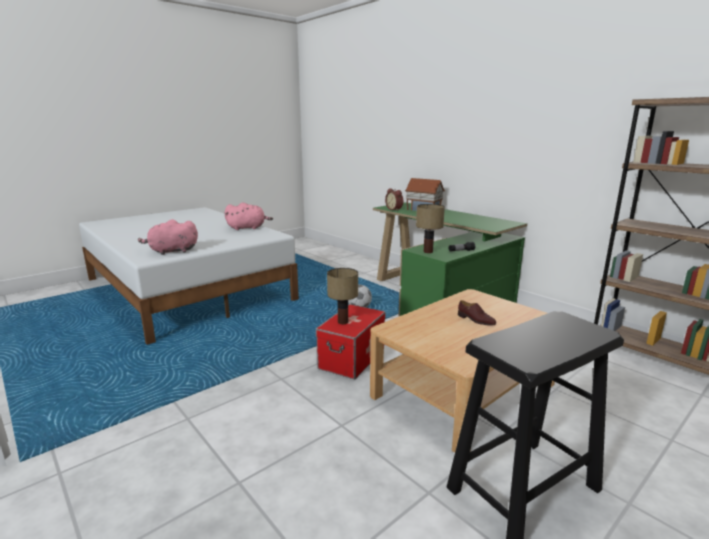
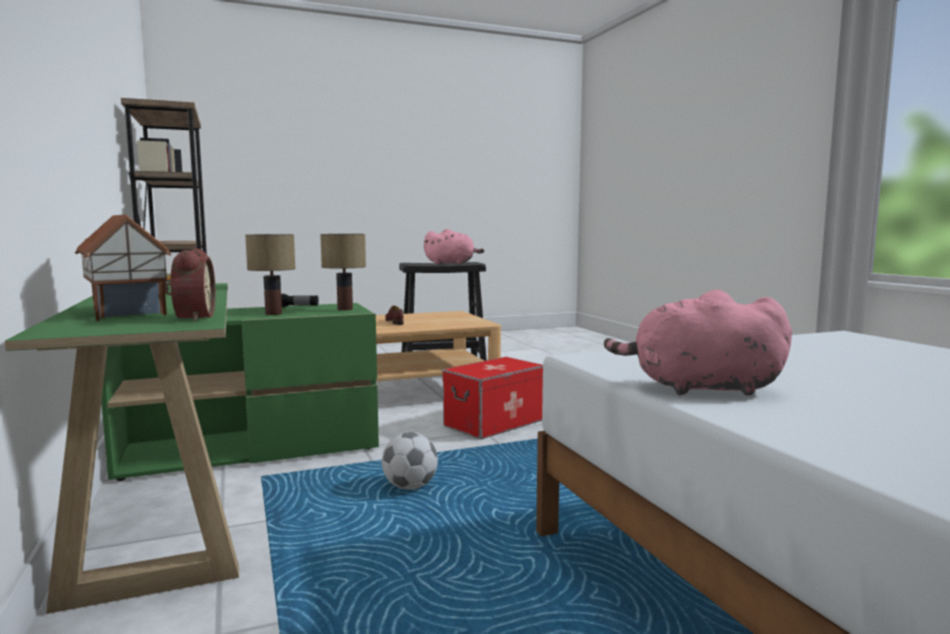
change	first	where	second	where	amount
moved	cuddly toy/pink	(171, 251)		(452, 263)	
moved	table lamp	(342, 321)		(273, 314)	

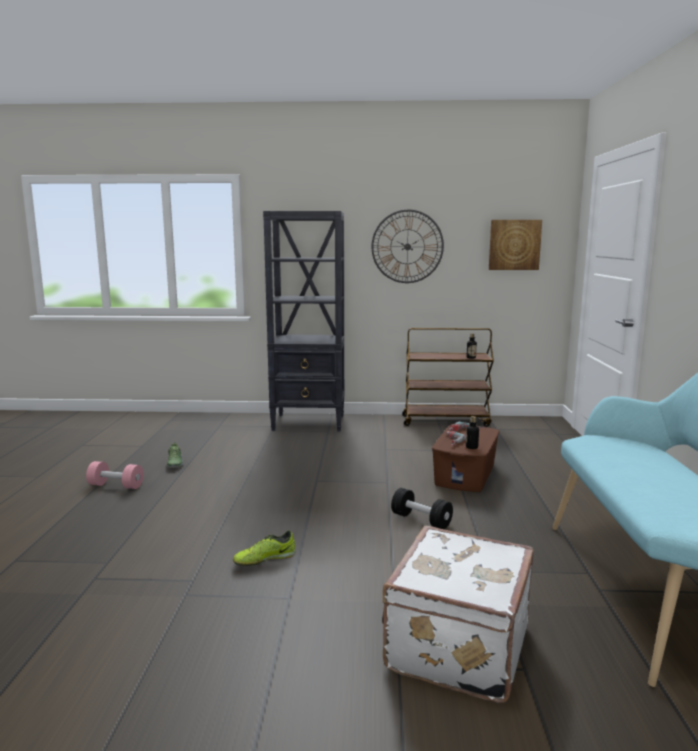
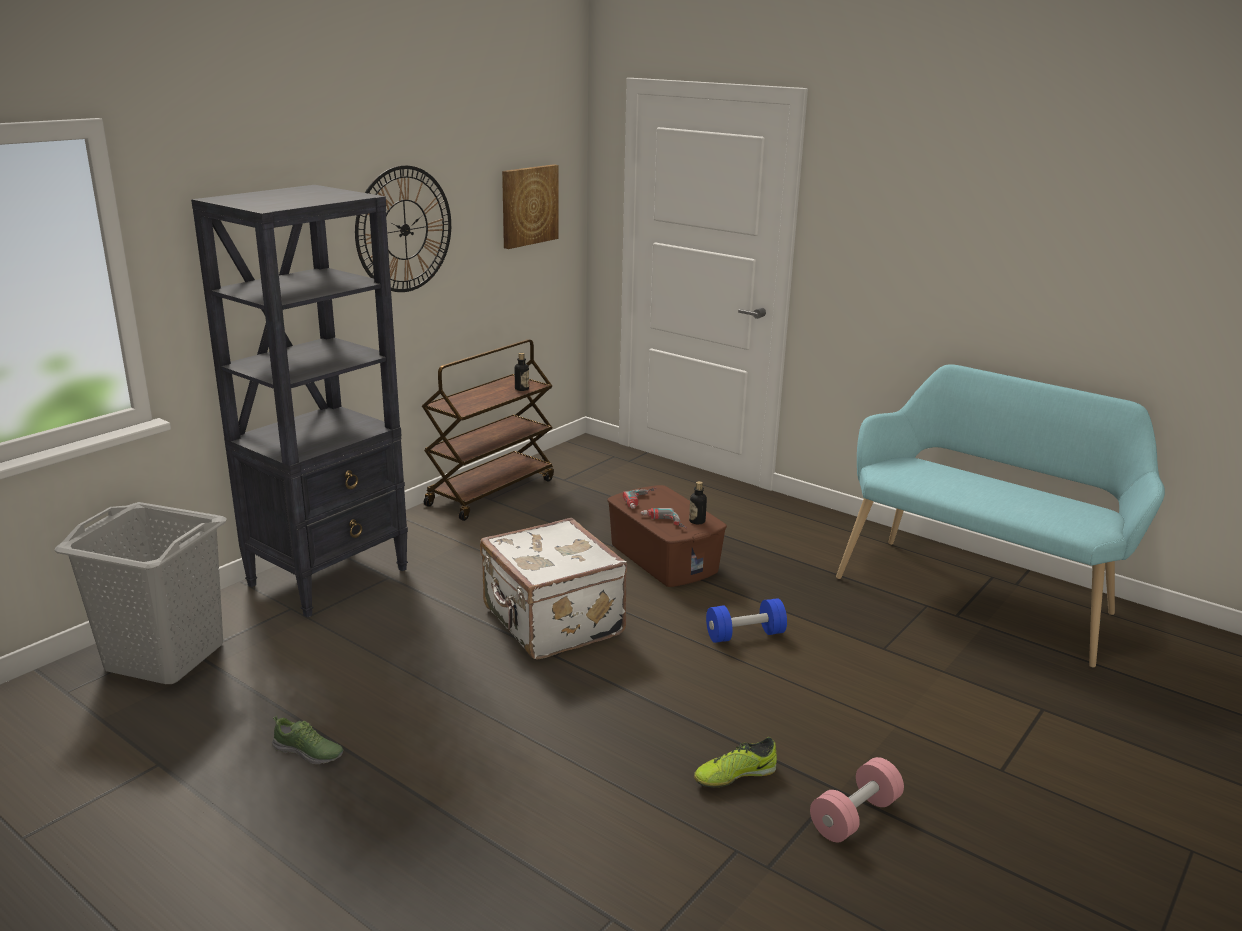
change	first	where	second	where	amount
moved	free weight/pink	(116, 486)		(855, 816)	
turned	low shoe	(264, 559)		(734, 775)	60 degrees clockwise
moved	travel case/white	(455, 646)		(551, 622)	
recoloured	free weight/black	(421, 520)	free weight/blue	(745, 635)	
added			hamper/gray	(165, 656)	

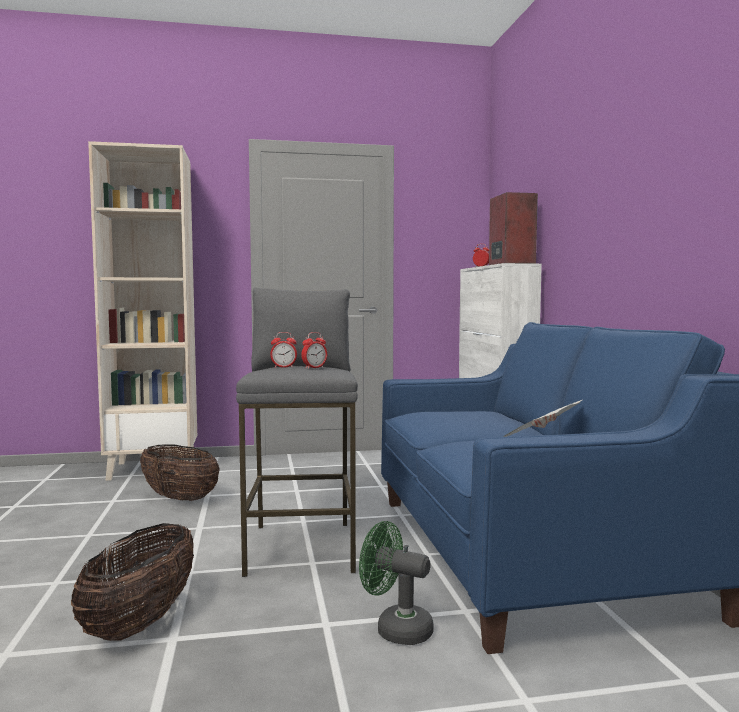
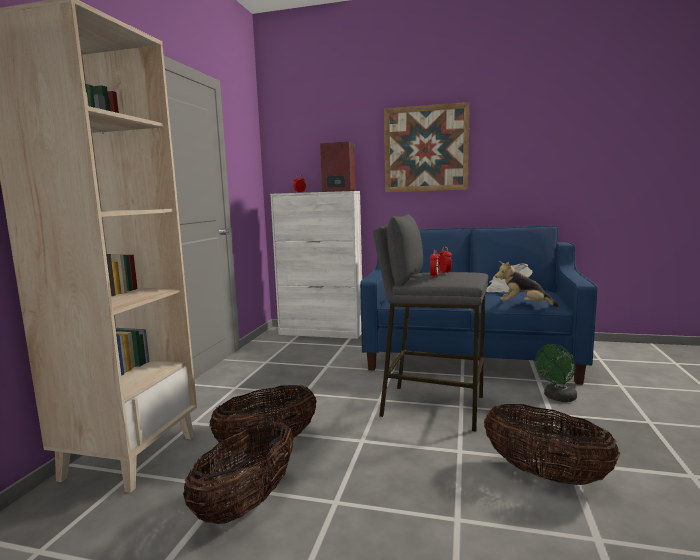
change	first	where	second	where	amount
added			basket	(247, 503)	
added			wall art	(426, 149)	
added			cuddly toy	(523, 306)	

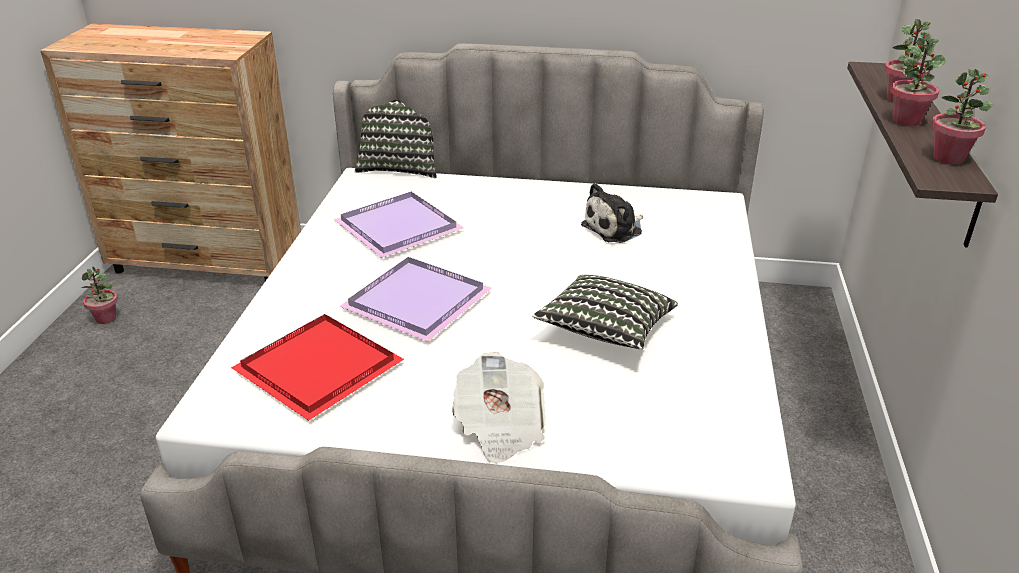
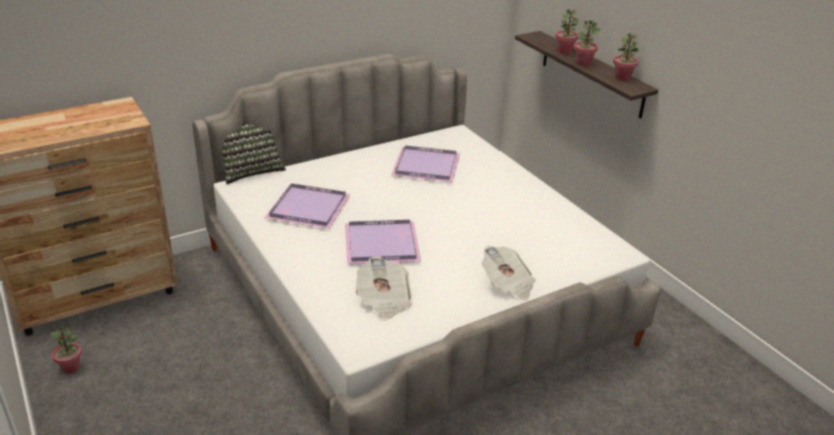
change	first	where	second	where	amount
replaced	serving tray/red-coloured	(318, 370)	newspaper	(383, 301)	
removed	throw pillow	(605, 330)			
replaced	cuddly toy	(615, 229)	serving tray/purple-coloured	(427, 166)	

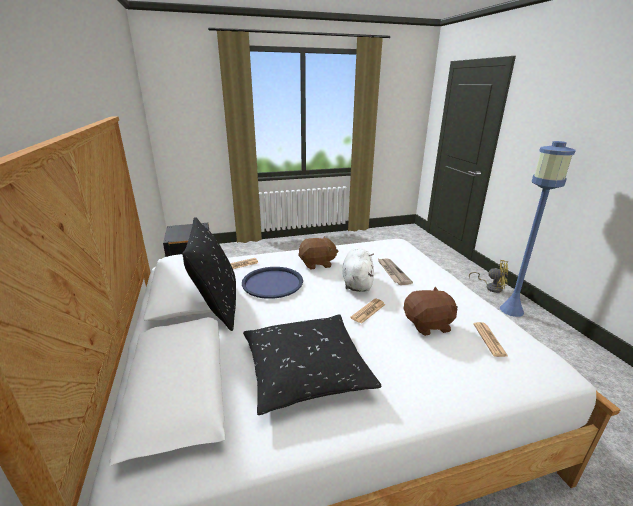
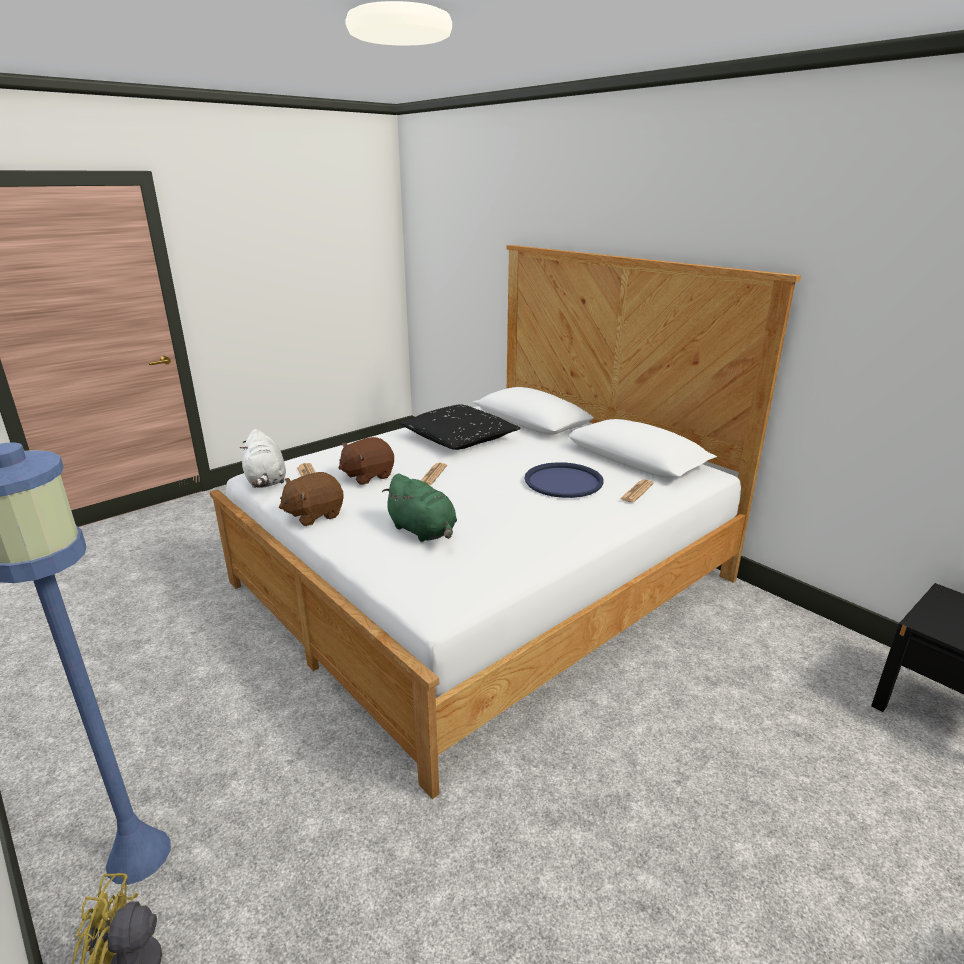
change	first	where	second	where	amount
removed	throw pillow/black	(217, 307)			
moved	cuddly toy/brown	(317, 264)		(314, 515)	
moved	cuddly toy/white	(357, 282)		(266, 481)	
replaced	newspaper	(392, 272)	cuddly toy/greenish	(423, 531)	

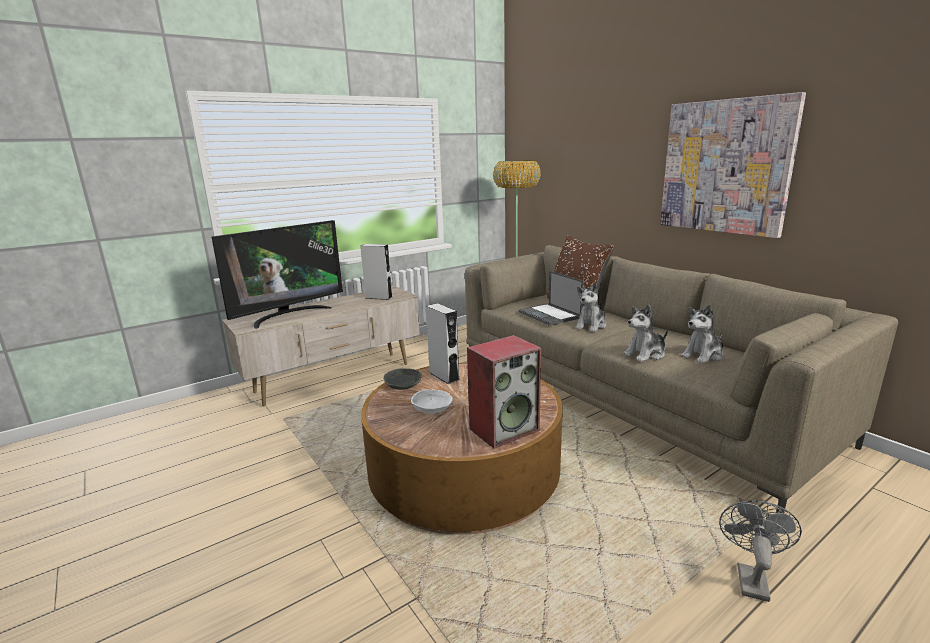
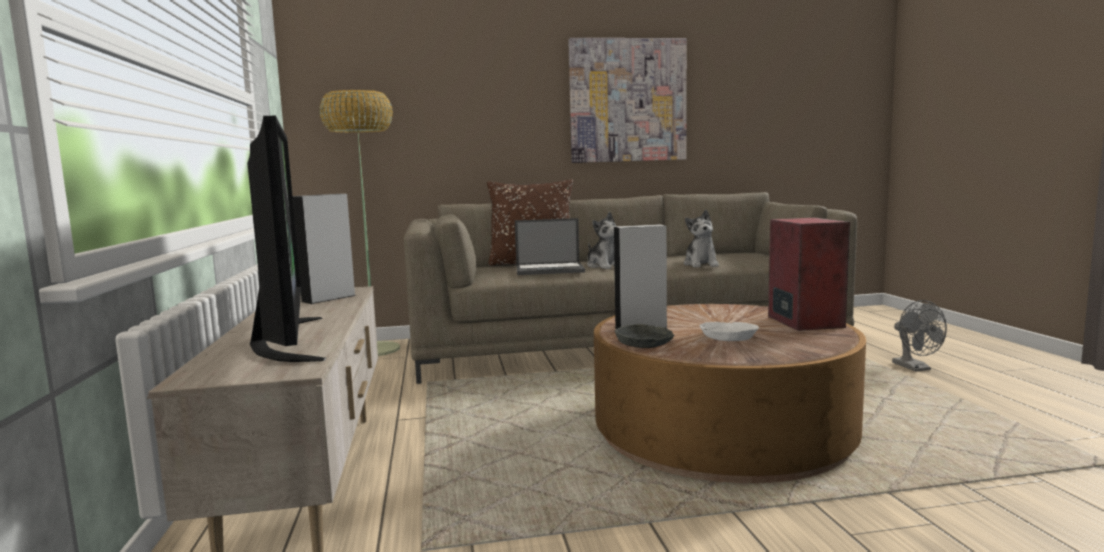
change	first	where	second	where	amount
removed	cuddly toy	(703, 355)			
turned	fan/gray	(750, 577)		(915, 368)	150 degrees counterclockwise

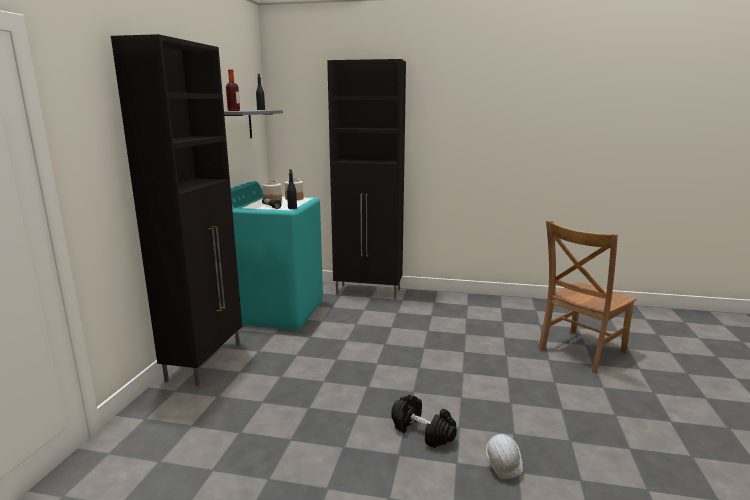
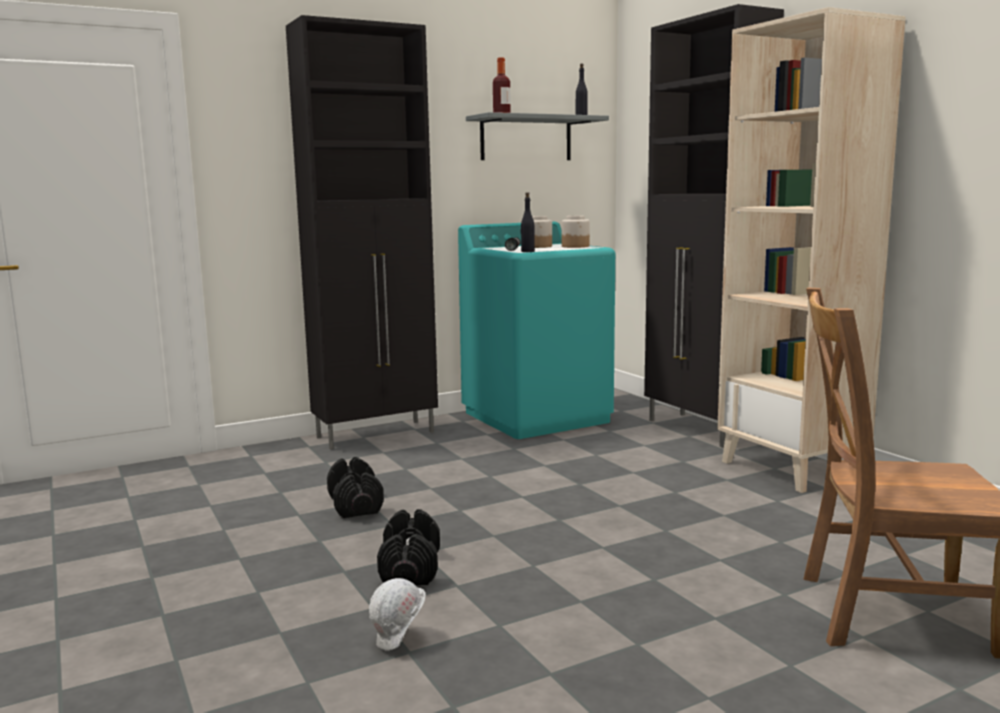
change	first	where	second	where	amount
added			free weight/black	(355, 505)	
added			shelving unit/beige	(792, 469)	

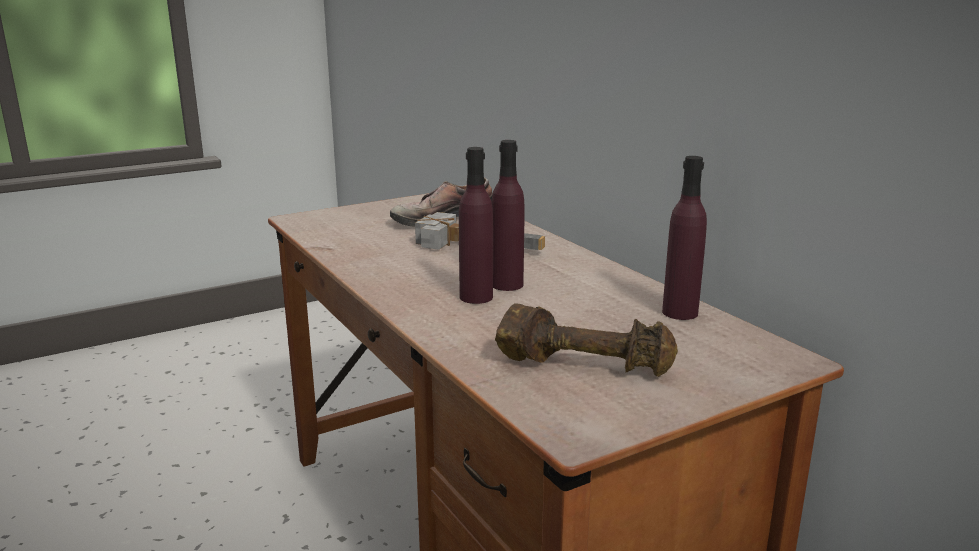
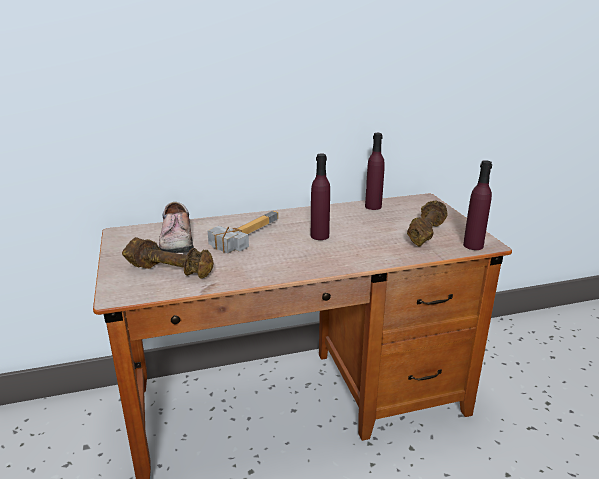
change	first	where	second	where	amount
moved	bottle/purple-coloured	(476, 297)		(473, 245)	
added			free weight/brown	(171, 270)	

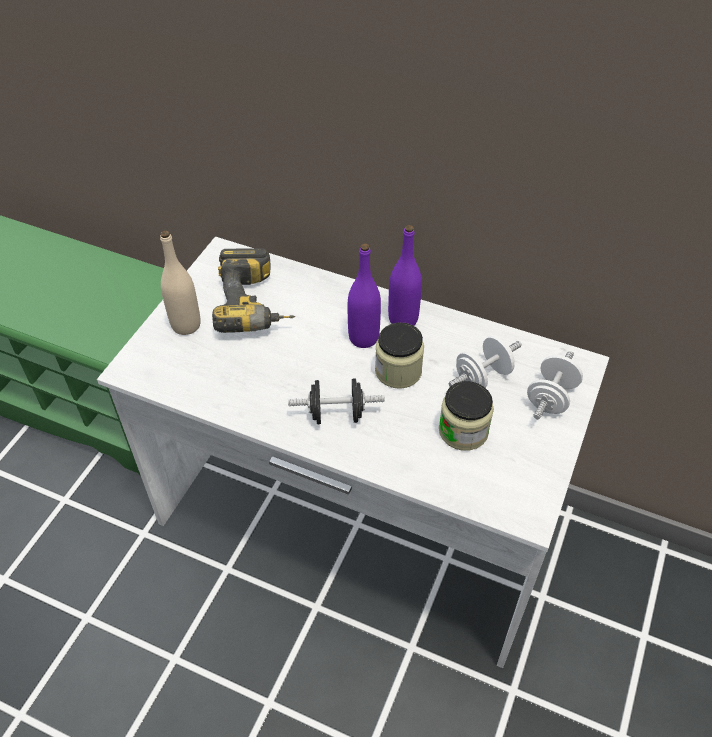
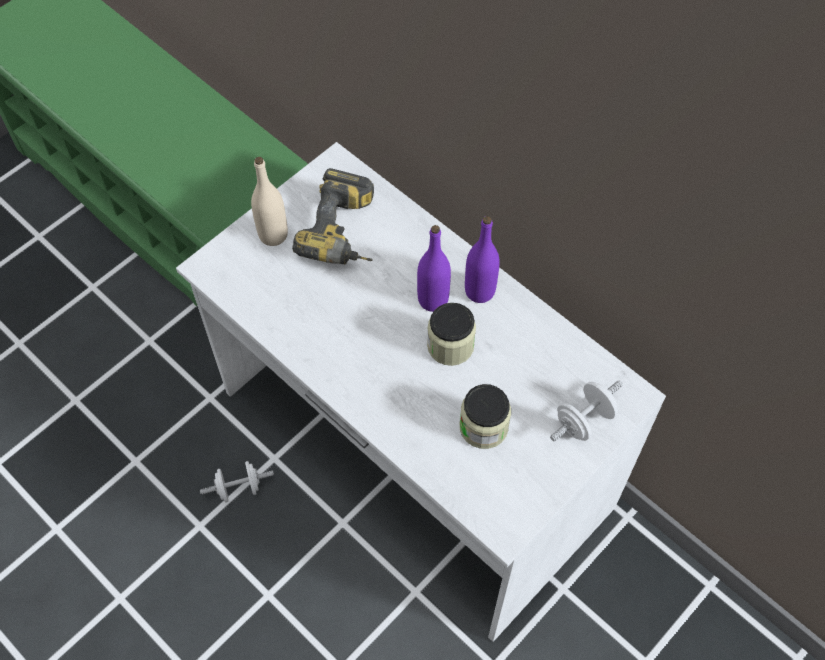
change	first	where	second	where	amount
removed	free weight/black	(336, 414)			
moved	free weight/white	(482, 377)		(239, 488)	

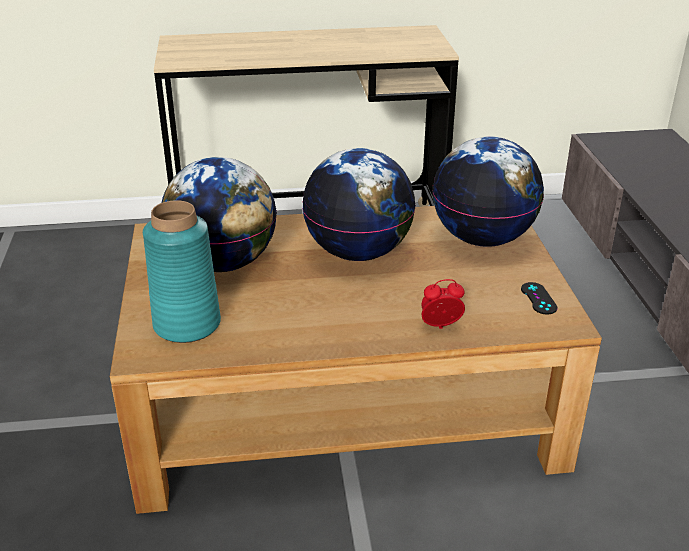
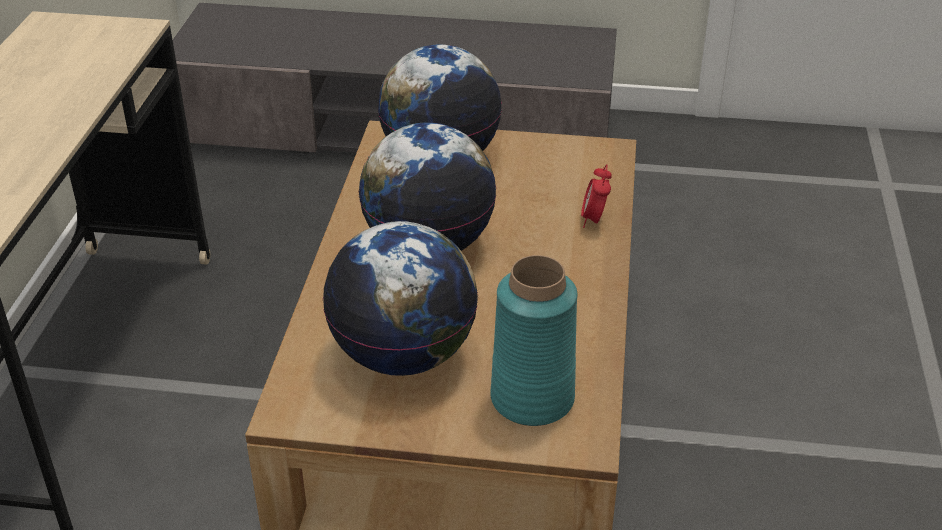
change	first	where	second	where	amount
removed	game controller/black	(538, 298)			

